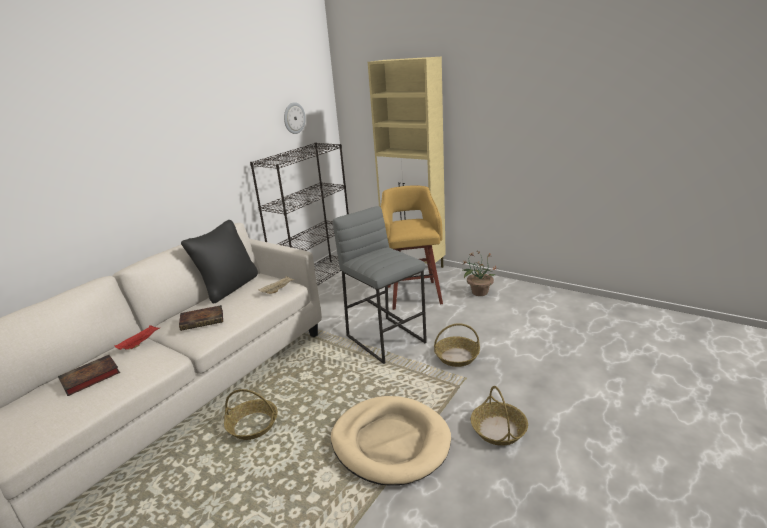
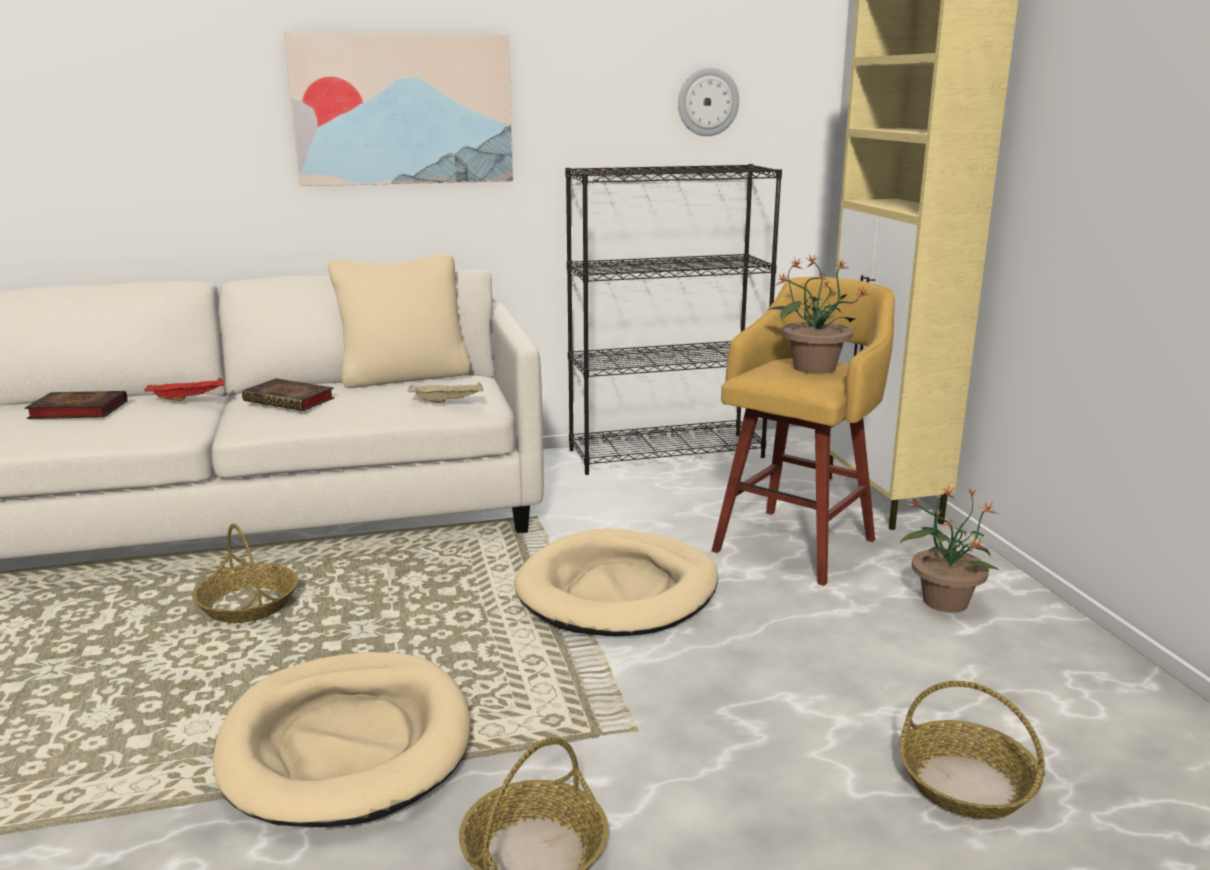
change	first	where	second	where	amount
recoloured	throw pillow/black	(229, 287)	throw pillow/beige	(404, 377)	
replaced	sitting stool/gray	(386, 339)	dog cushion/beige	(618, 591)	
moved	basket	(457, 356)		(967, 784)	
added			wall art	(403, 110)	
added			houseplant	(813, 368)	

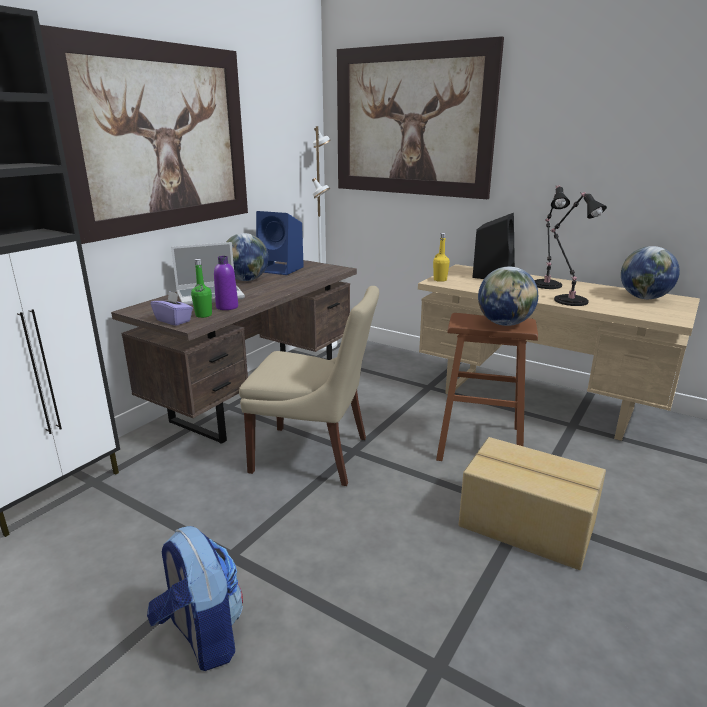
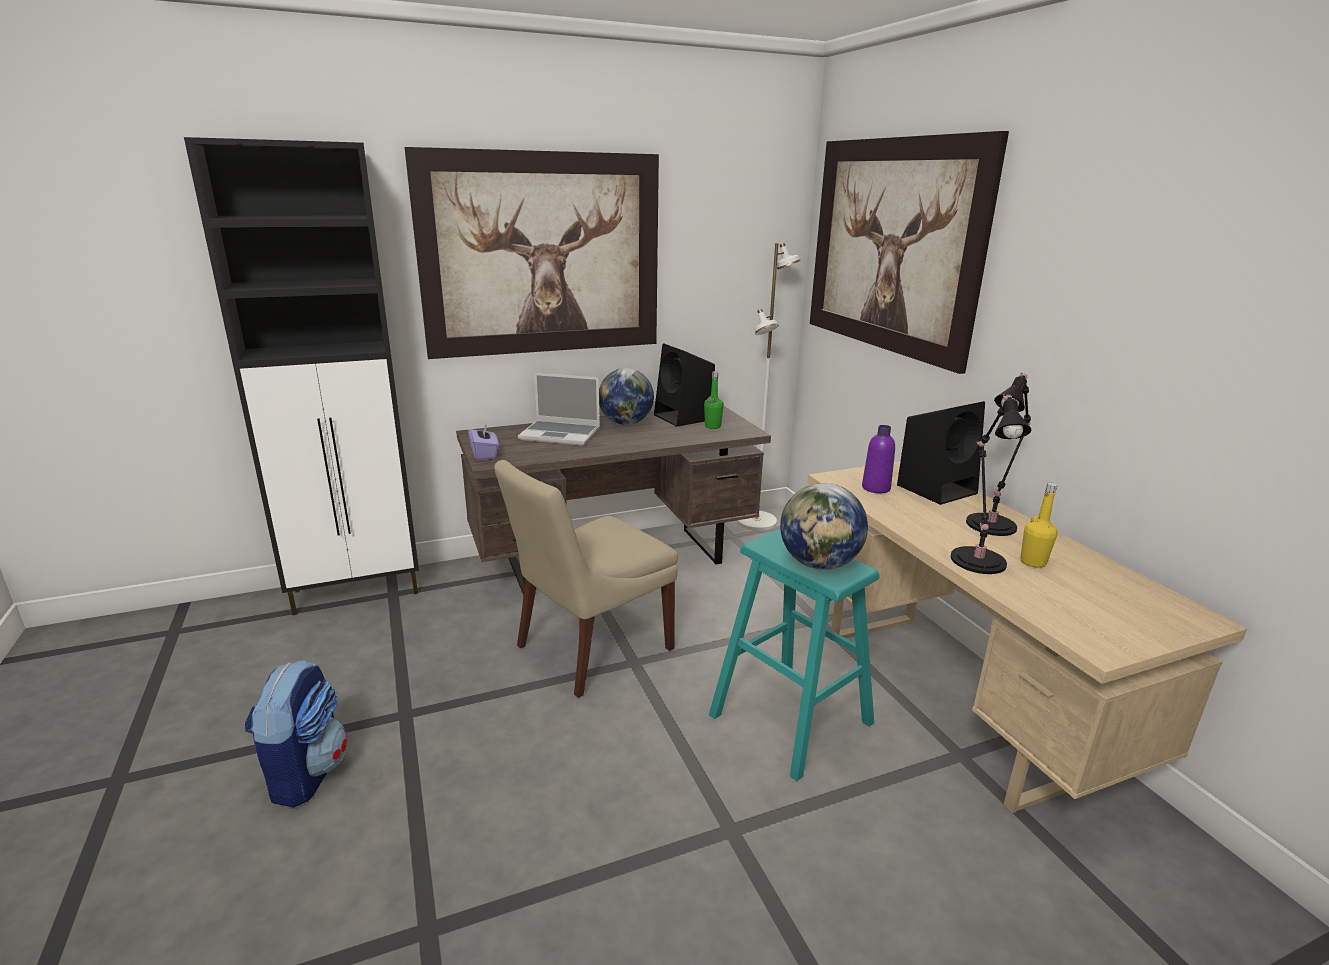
change	first	where	second	where	amount
moved	bottle/greenish	(203, 315)		(712, 426)	
moved	bottle/purple-coloured	(227, 307)		(876, 488)	
turned	upright chair/beige	(314, 455)		(590, 649)	90 degrees clockwise
recoloured	audio speaker/blue	(281, 269)	audio speaker/black	(684, 418)	
moved	bottle/yellowish	(440, 280)		(1033, 562)	
recoloured	sitting stool/brown	(479, 443)	sitting stool/turquoise-coloured	(790, 719)	
removed	carton	(526, 526)			
removed	globe	(644, 298)			

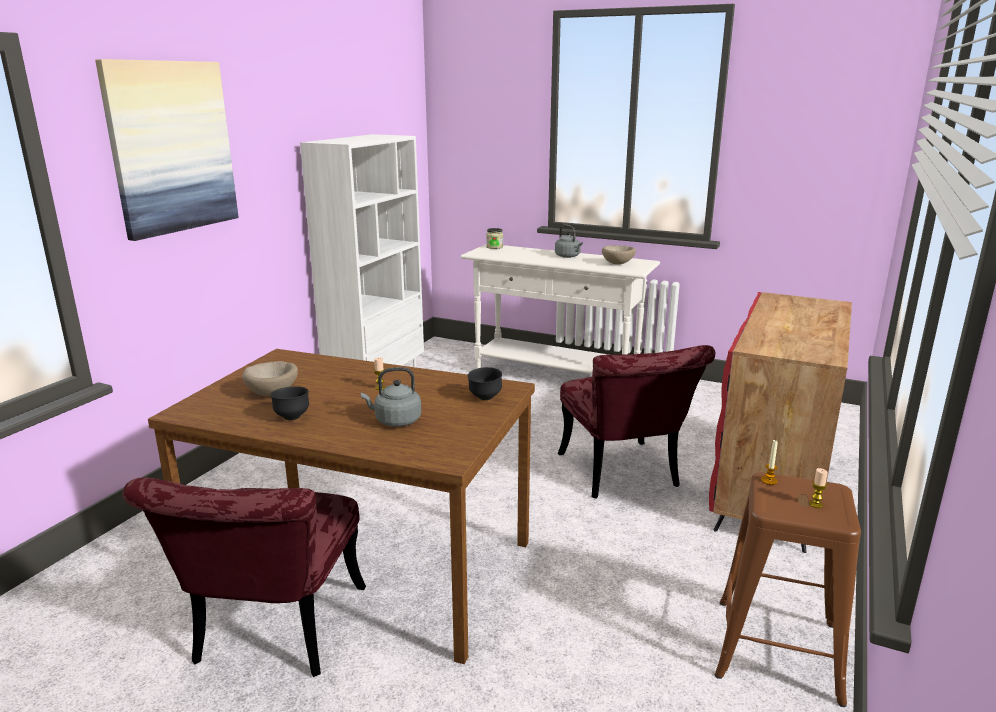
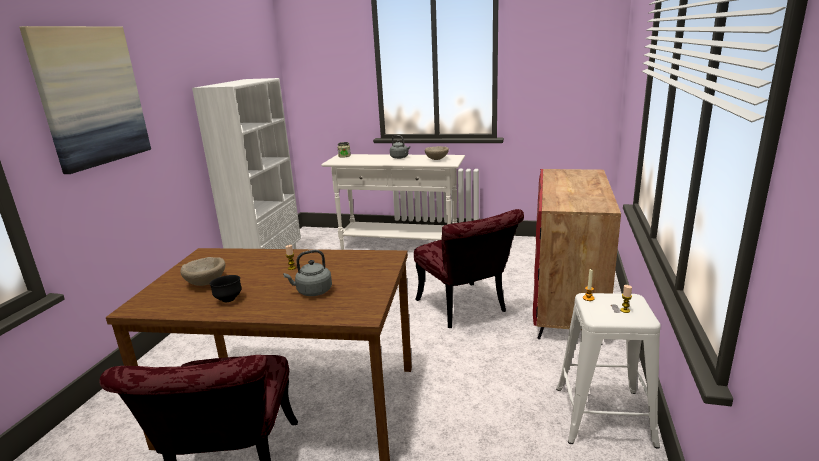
change	first	where	second	where	amount
removed	serving bowl/black	(485, 398)			
recoloured	sitting stool/brown	(777, 649)	sitting stool/white	(603, 416)	

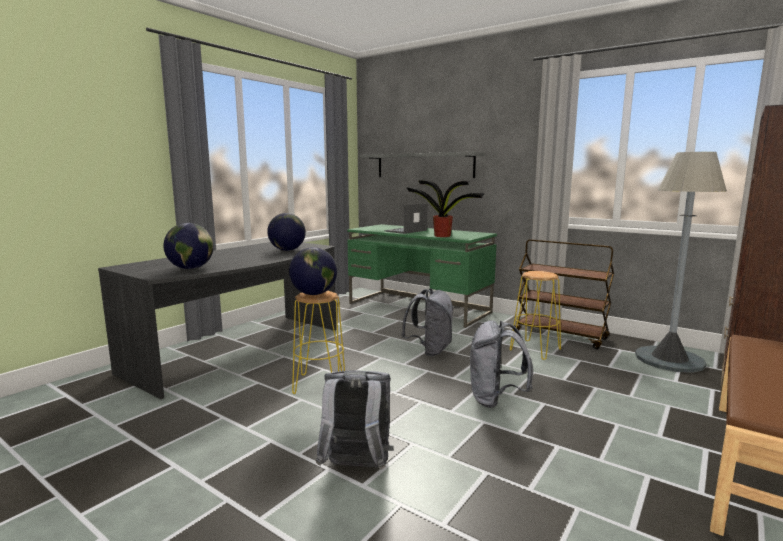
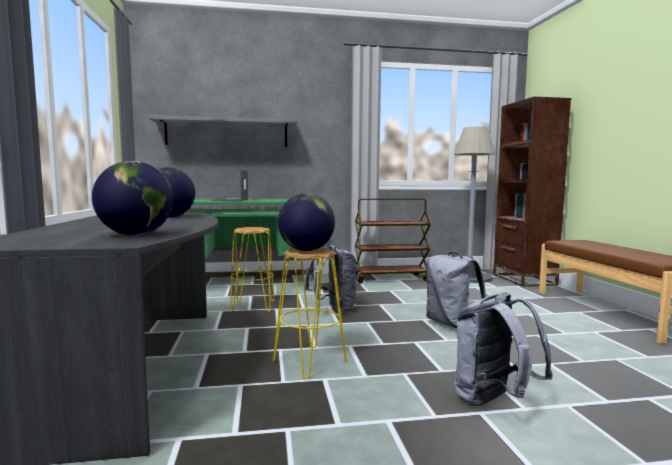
change	first	where	second	where	amount
removed	houseplant	(443, 236)			
moved	sitting stool/yellowish	(534, 349)		(252, 306)	

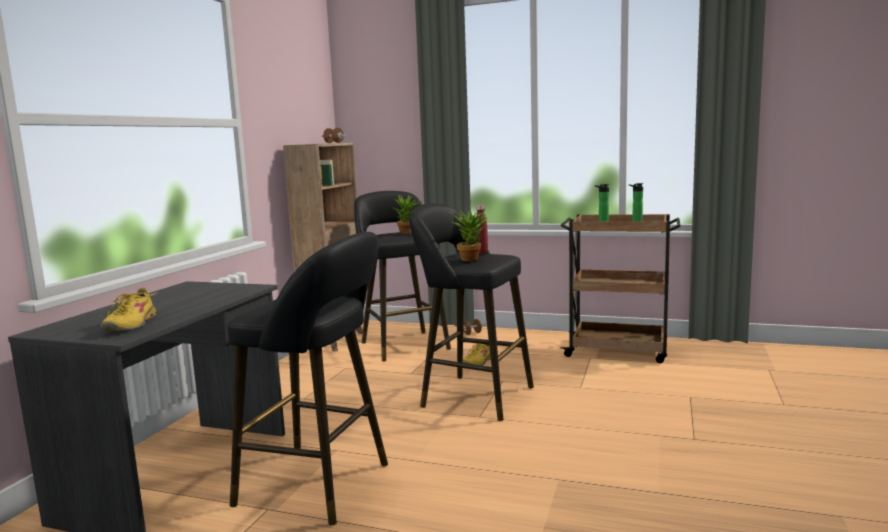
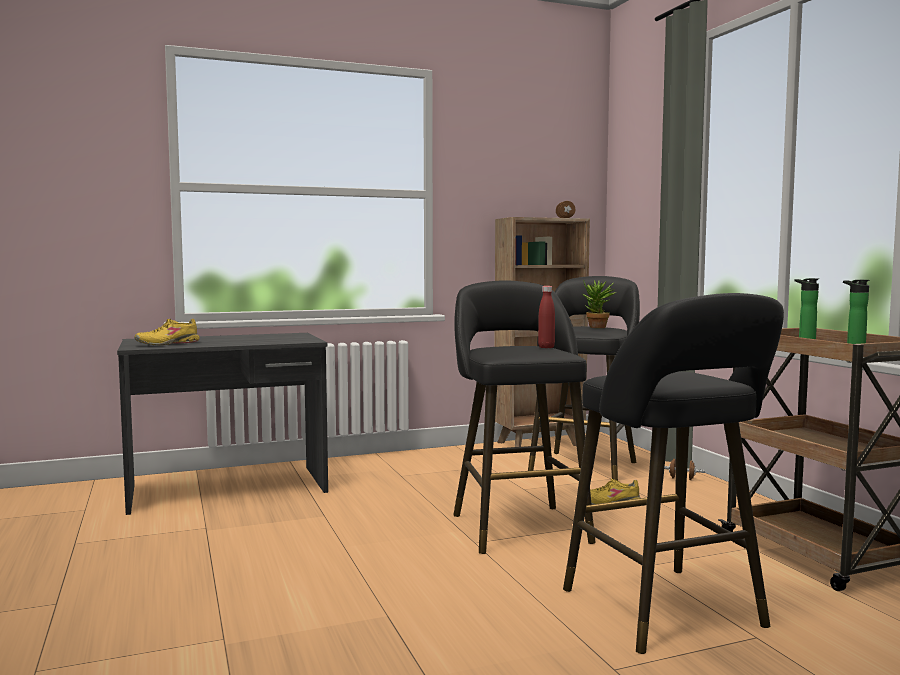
change	first	where	second	where	amount
moved	sitting stool/black	(321, 485)		(669, 612)	
removed	houseplant	(471, 258)			

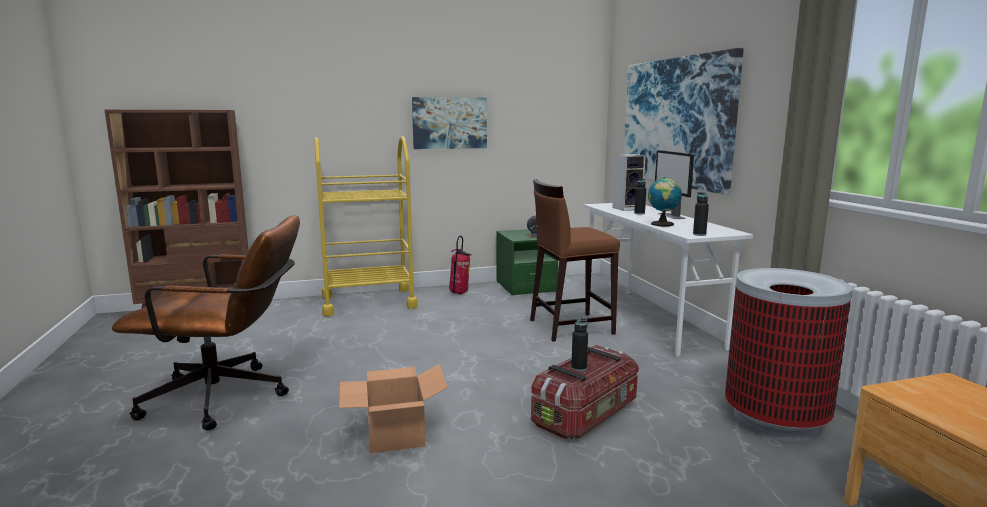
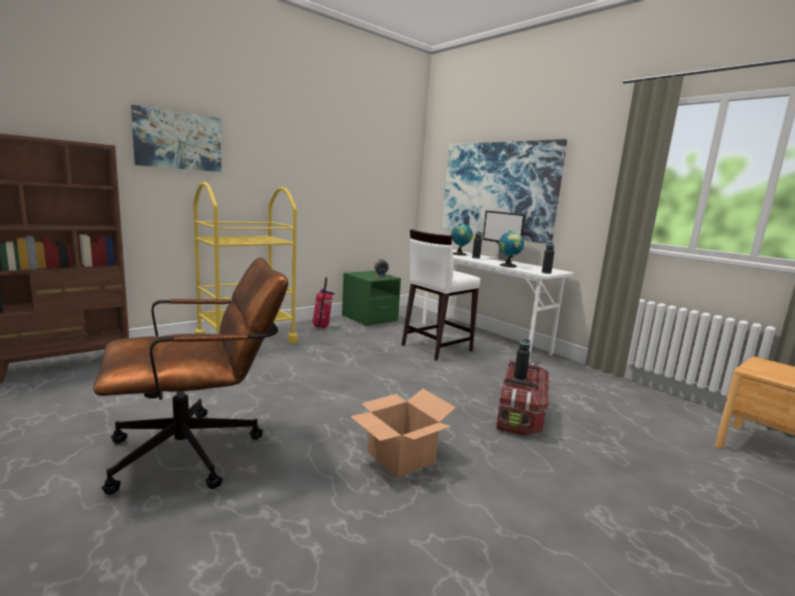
change	first	where	second	where	amount
moved	wall art	(449, 123)		(178, 140)	
recoloured	sitting stool/brown	(570, 326)	sitting stool/white	(435, 348)	
replaced	audio speaker	(627, 208)	globe	(459, 254)	
removed	rubbish bin	(775, 421)			

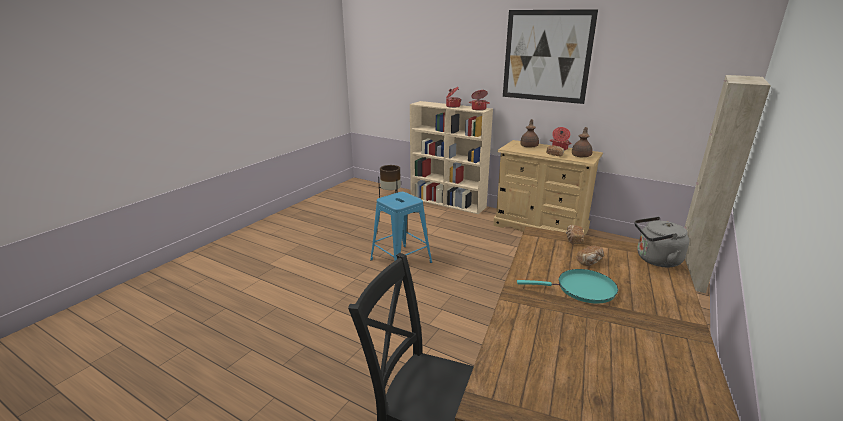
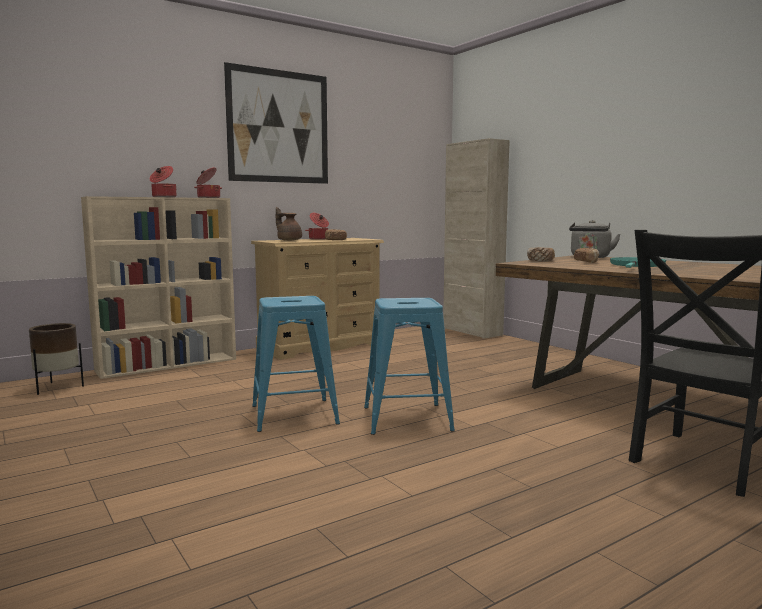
change	first	where	second	where	amount
removed	tea pot/brown	(581, 156)			
added			sitting stool/blue	(406, 419)	

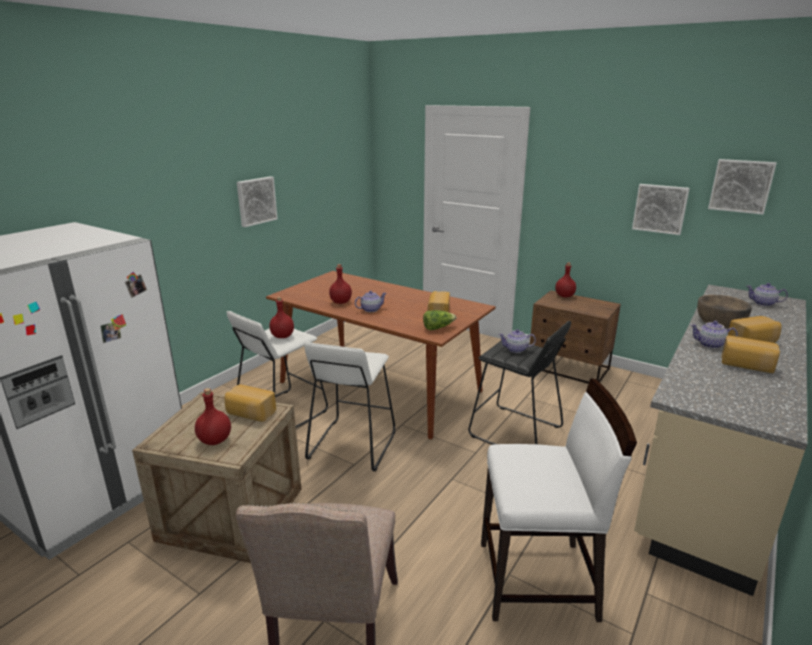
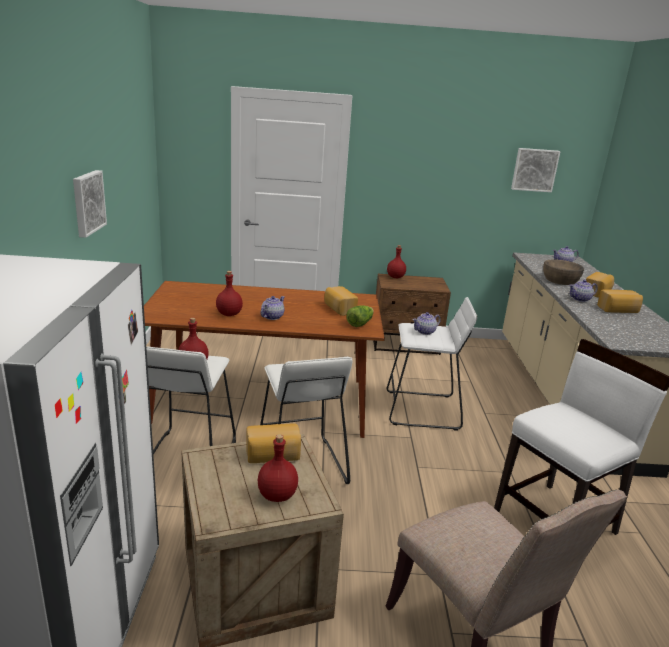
change	first	where	second	where	amount
recoloured	sitting stool/black	(515, 432)	sitting stool/white	(422, 410)	
removed	wall art	(660, 208)			

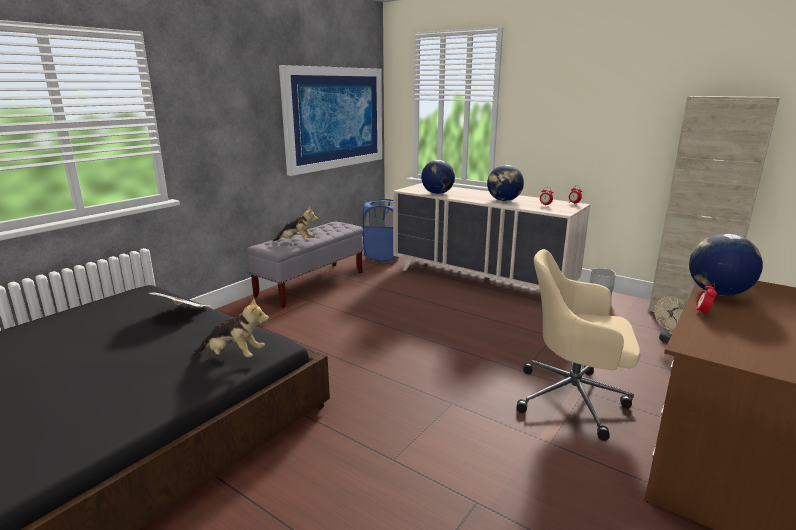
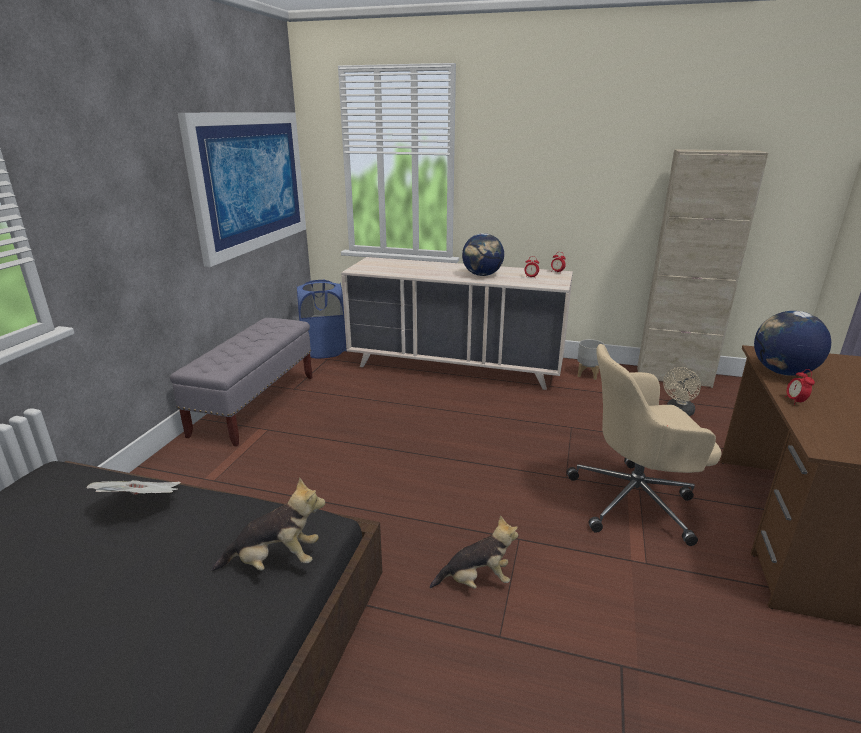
change	first	where	second	where	amount
moved	cuddly toy	(296, 242)		(476, 580)	
removed	globe	(437, 193)			

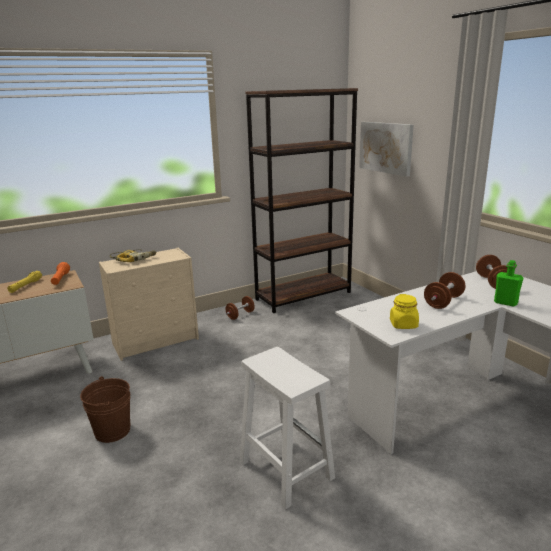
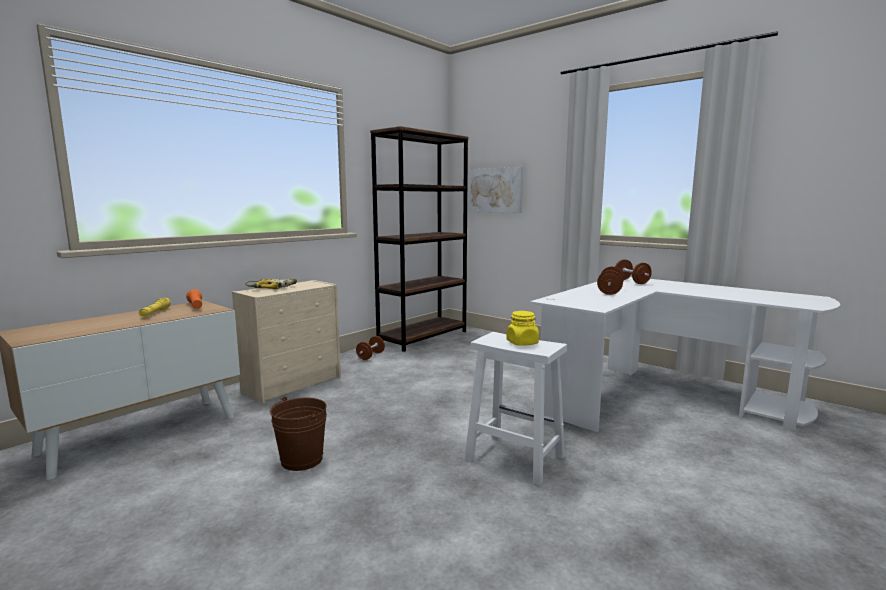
change	first	where	second	where	amount
moved	preserve jar/yellowish	(403, 325)		(522, 343)	
removed	bottle/greenish	(505, 303)			

